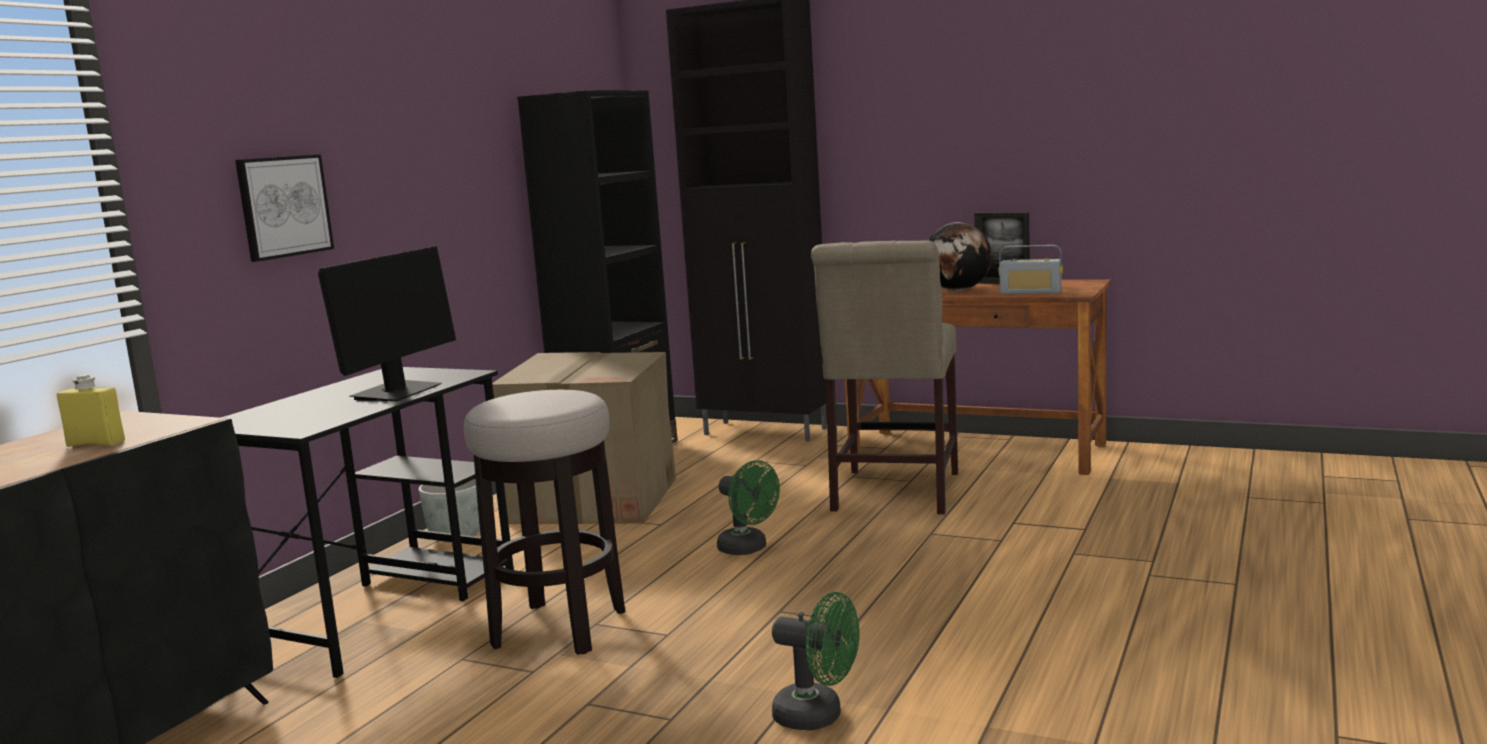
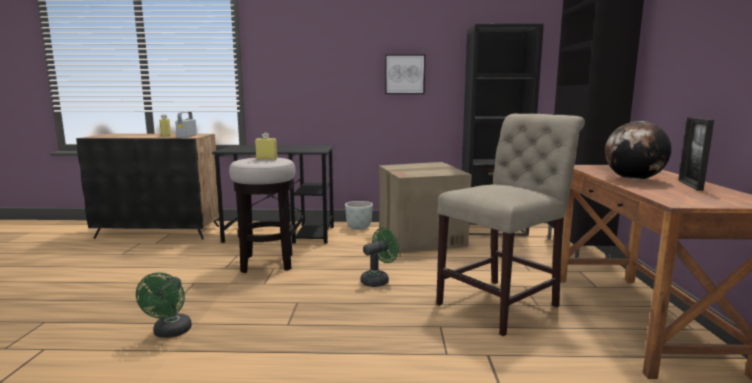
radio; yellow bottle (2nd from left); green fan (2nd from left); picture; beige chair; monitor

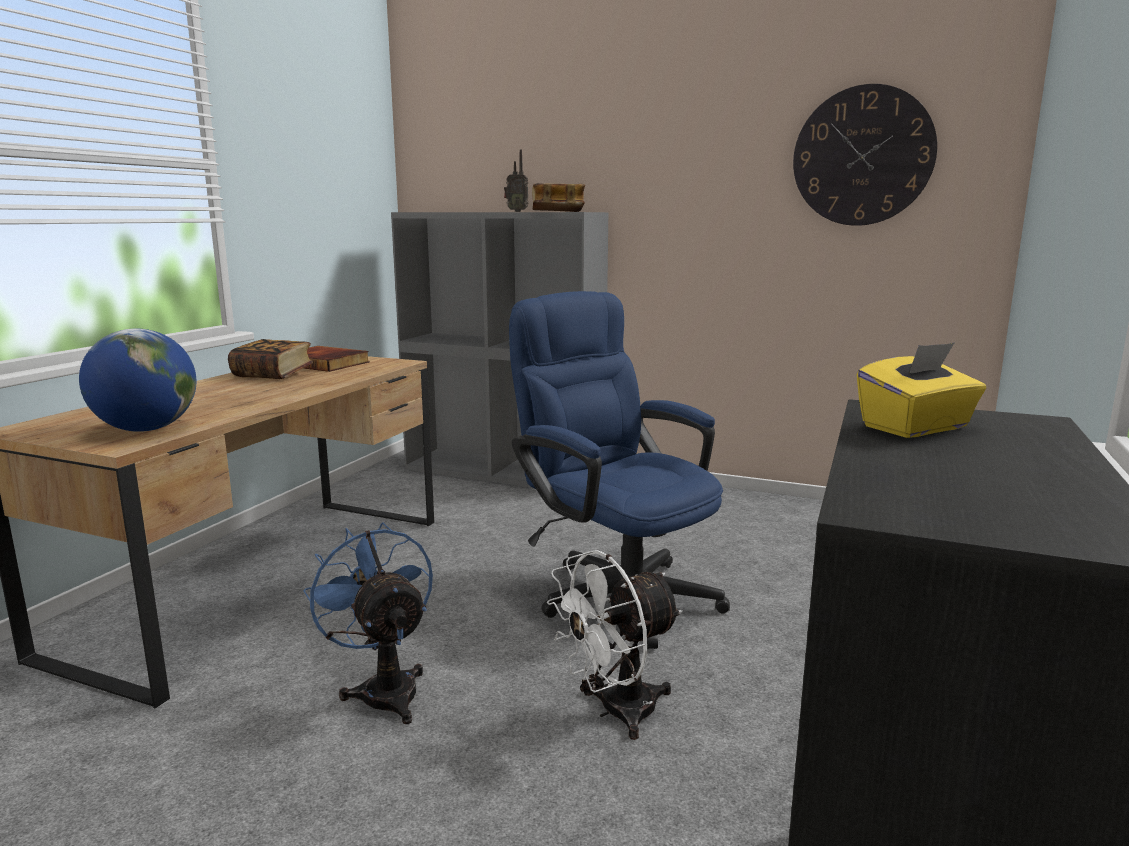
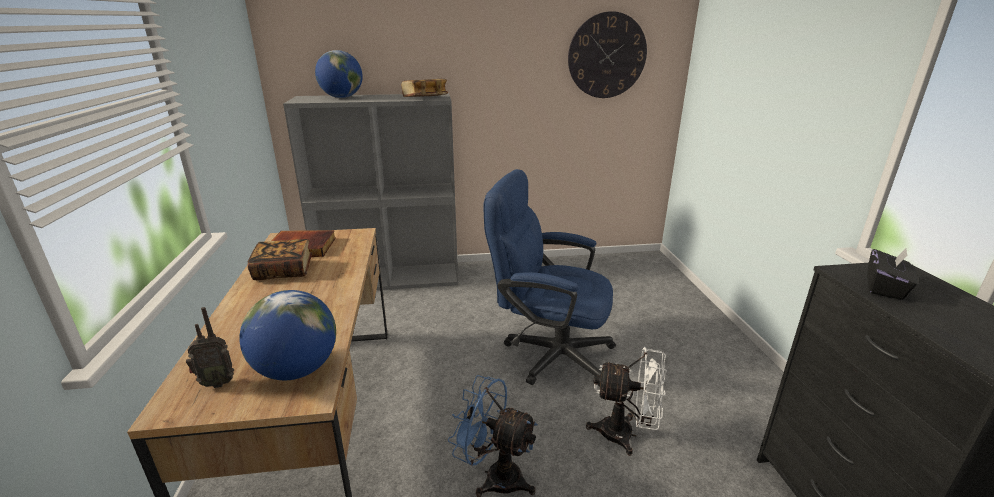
radio; globe (2nd from left); white fan; black tissue box

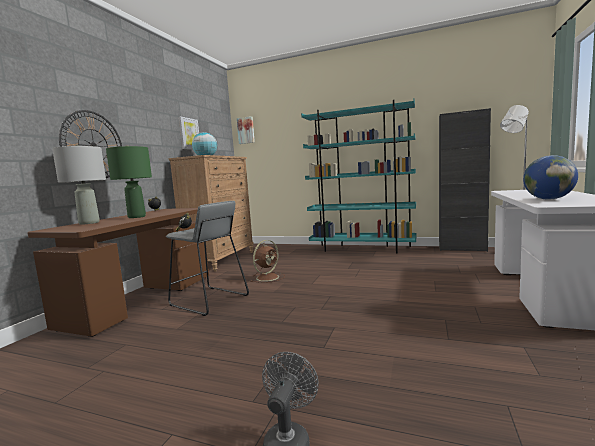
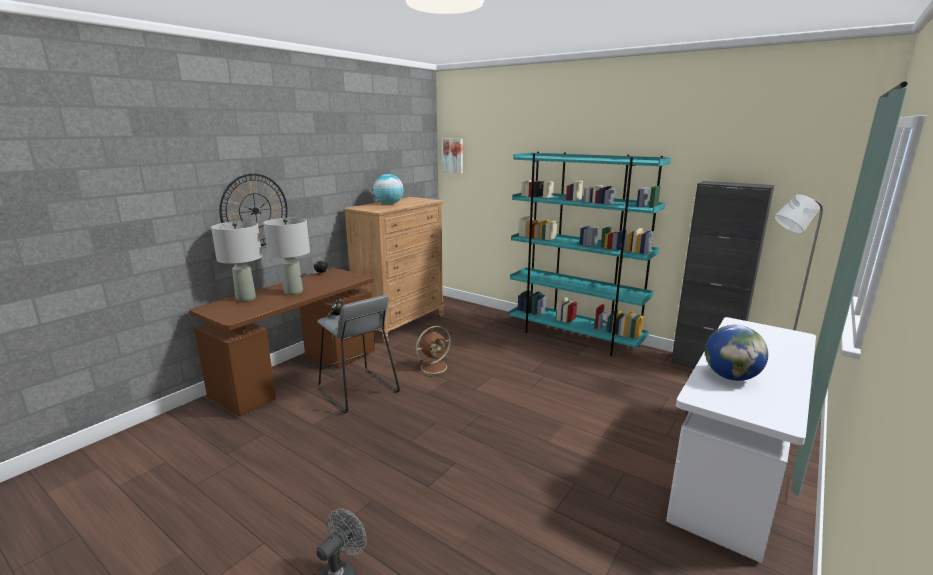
grey table lamp (2nd from left); picture (1st from left in the first image)

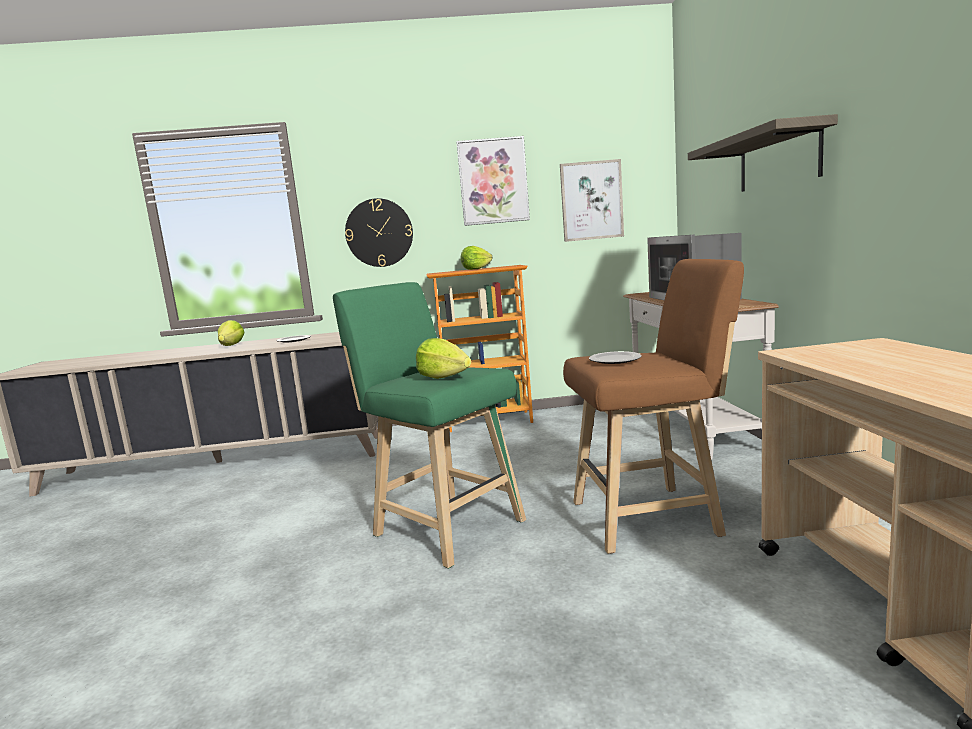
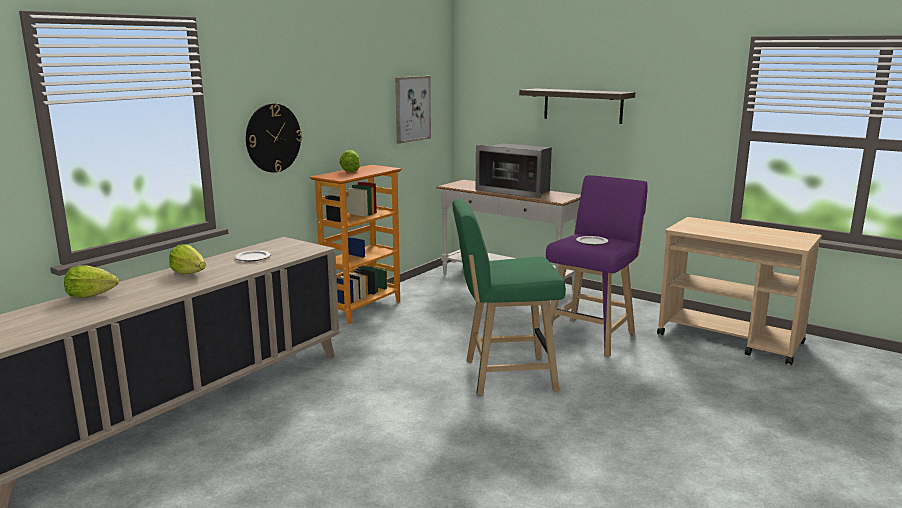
lettuce (1st from left); purple stool; picture (1st from left in the first image)

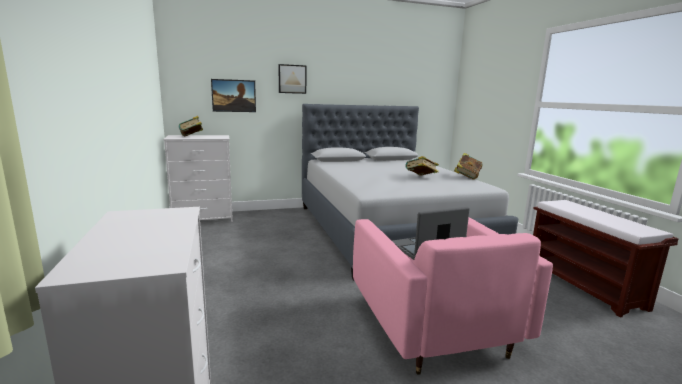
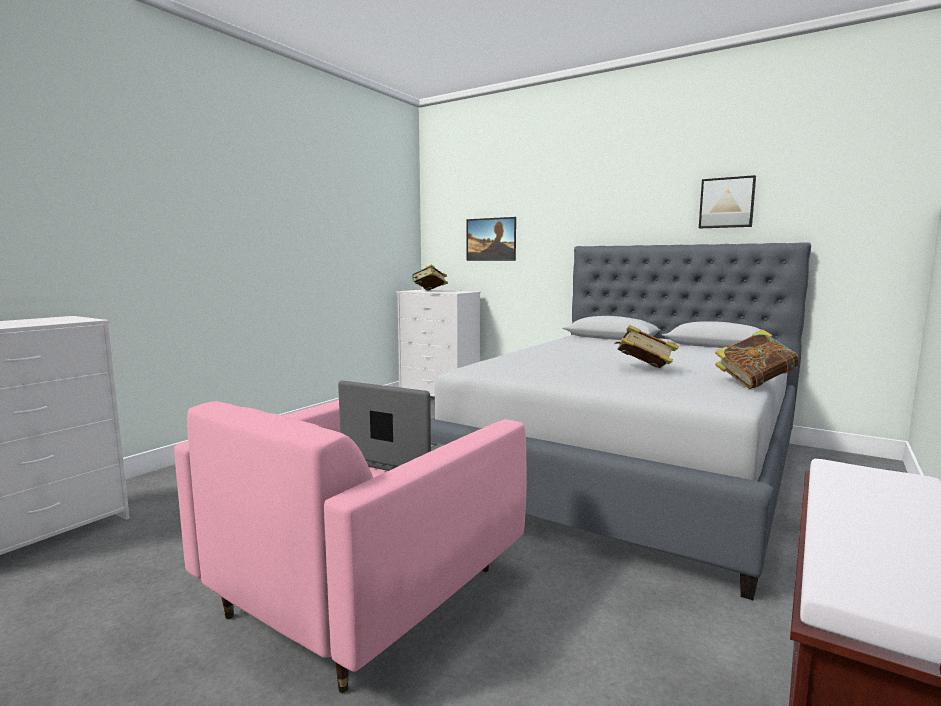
picture (2nd from left)

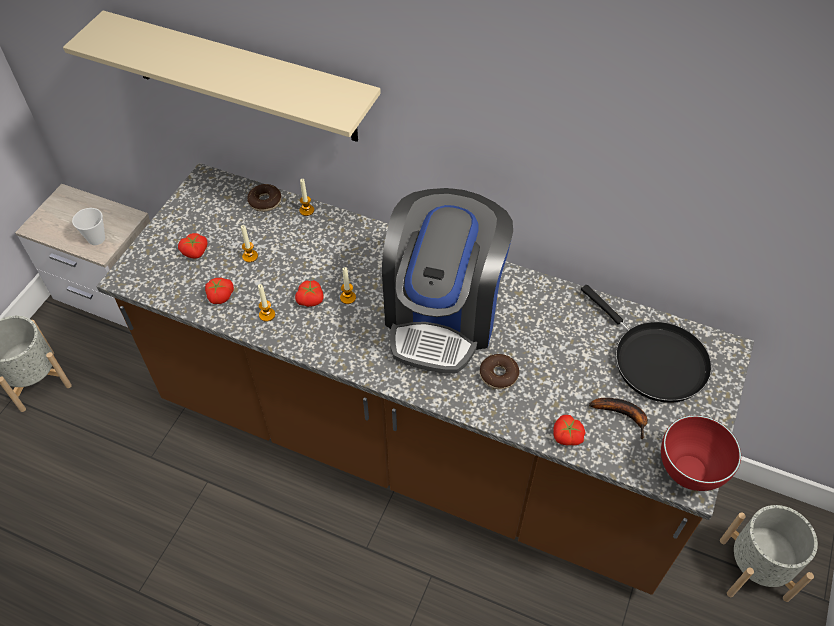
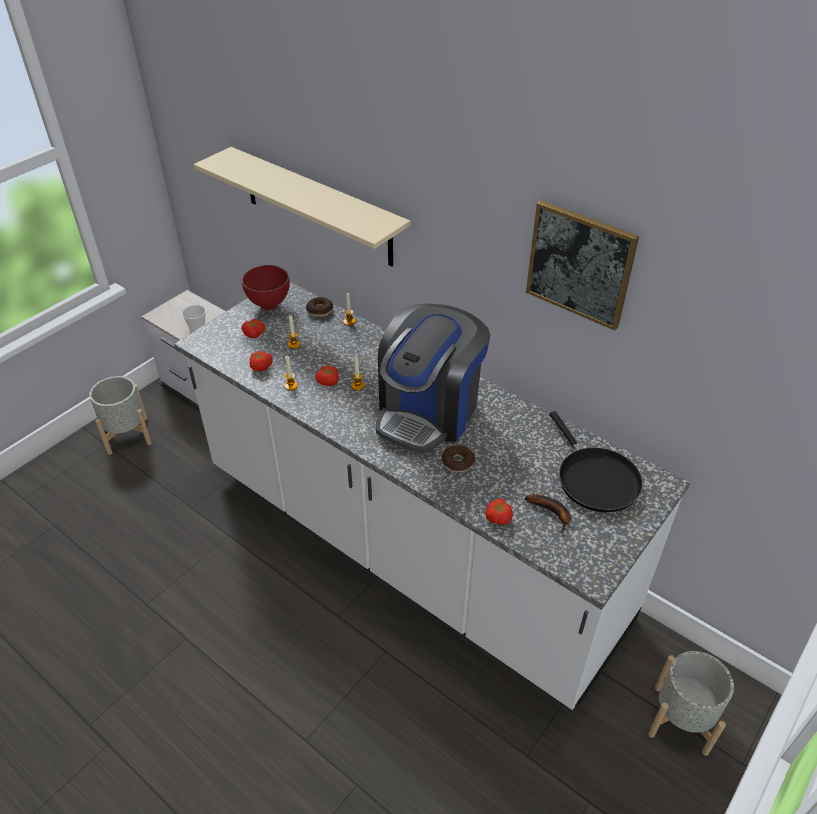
white counter; red bowl; picture

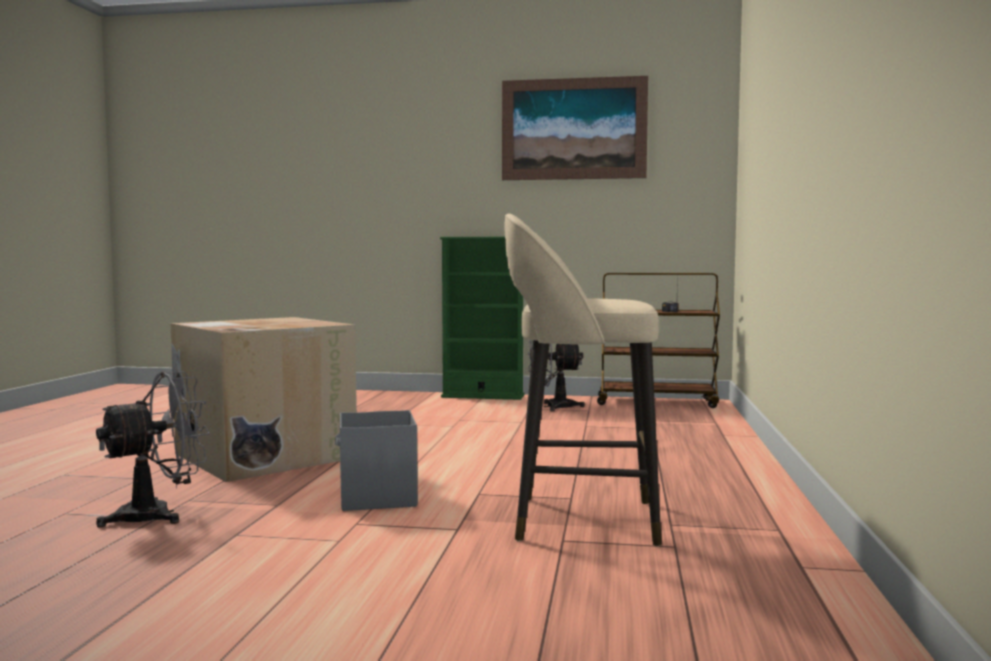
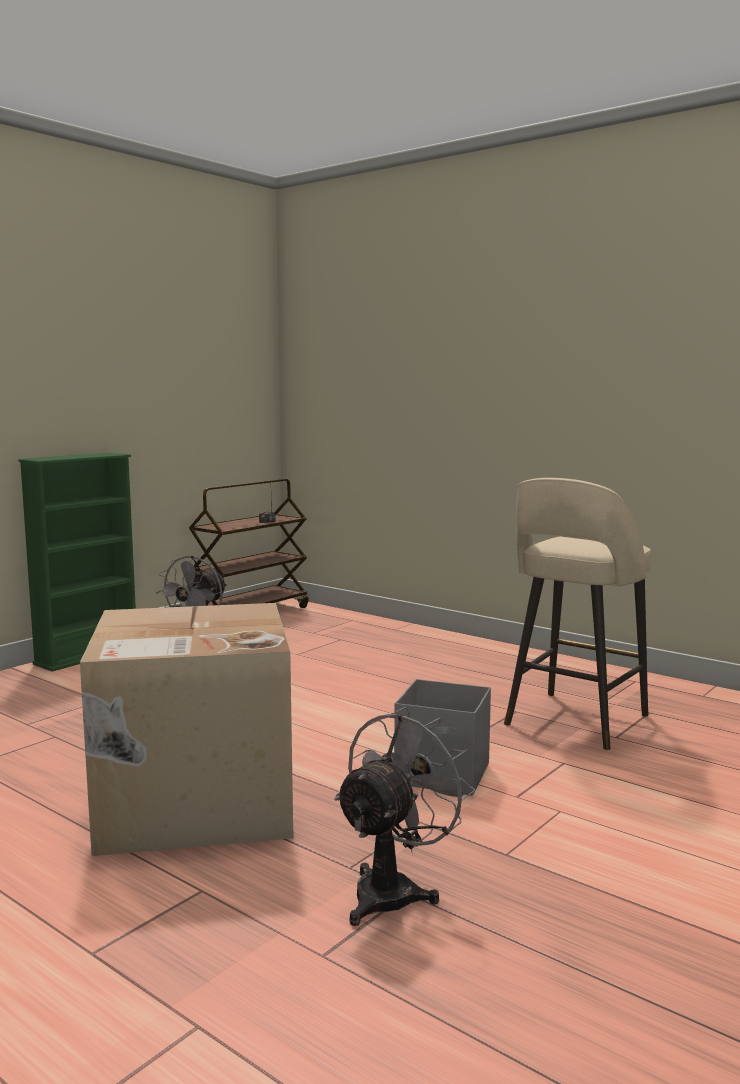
grey fan (2nd from left); picture

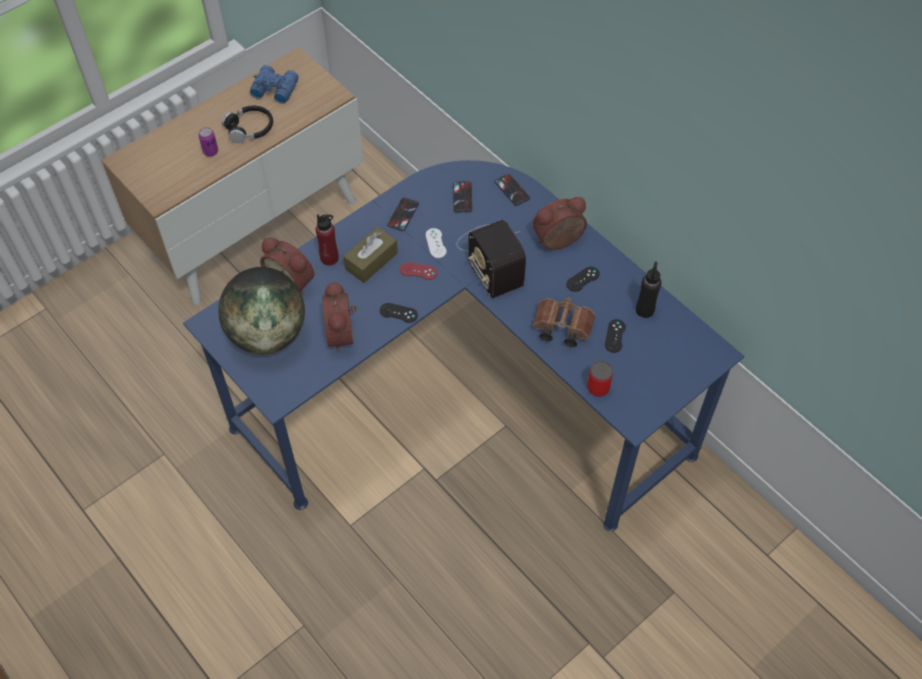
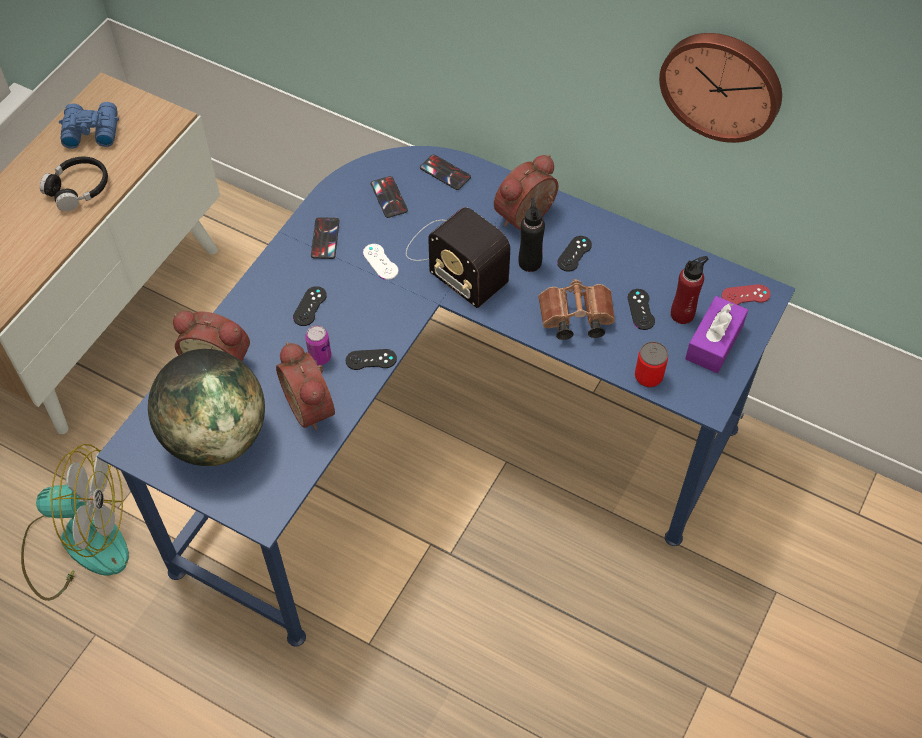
fan; black game controller (1st from left); can (1st from left); black bottle; wall clock; red bottle; purple tissue box; red game controller

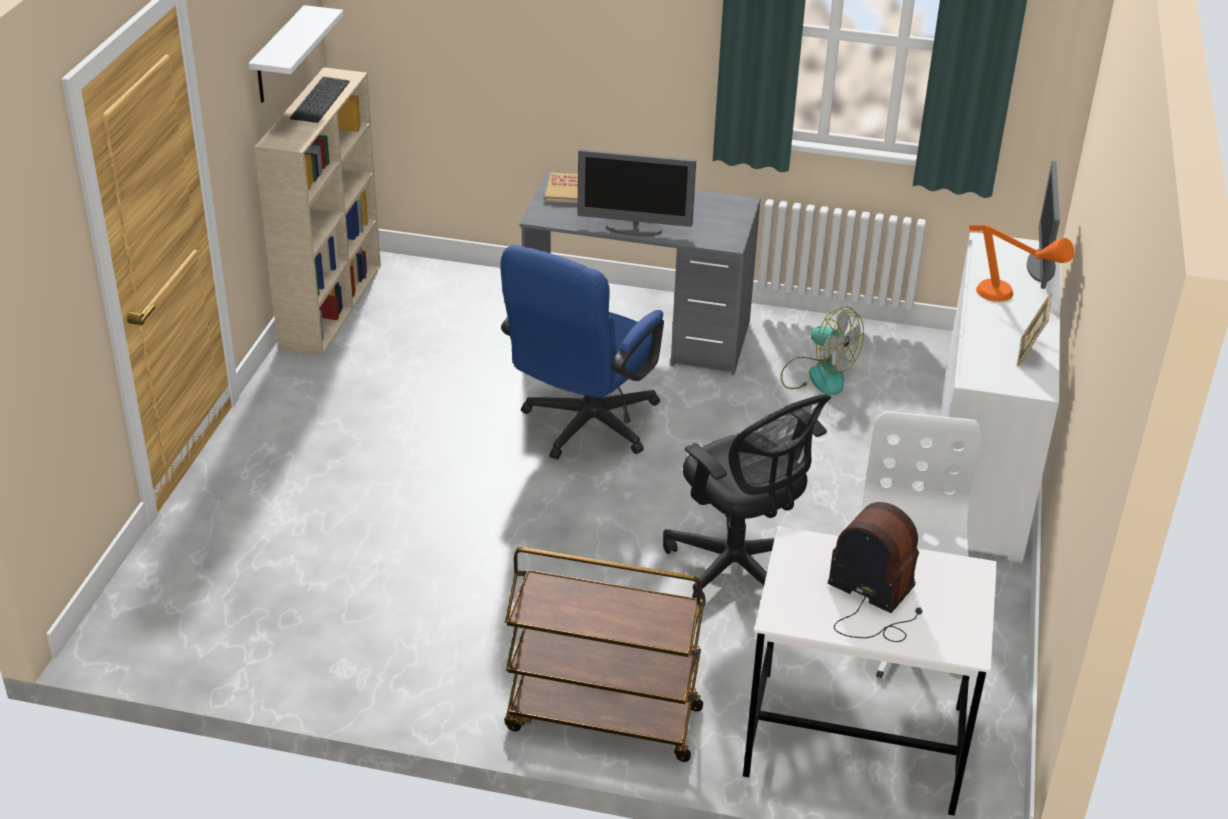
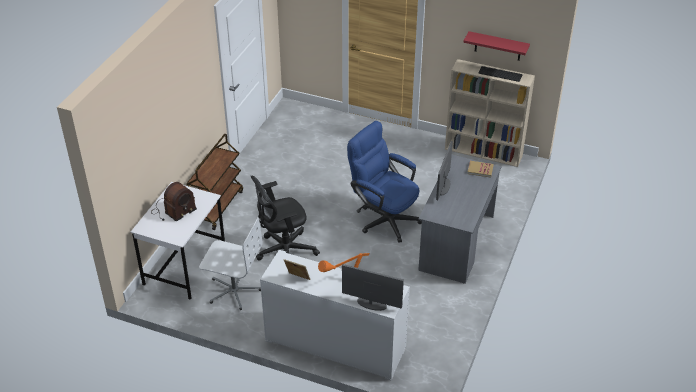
red shelf; fan

